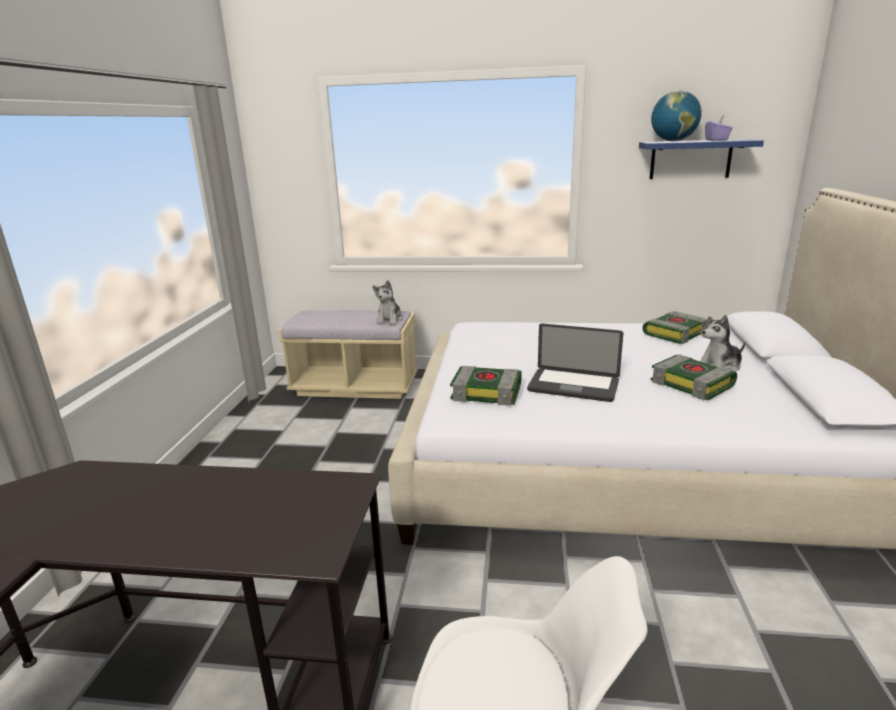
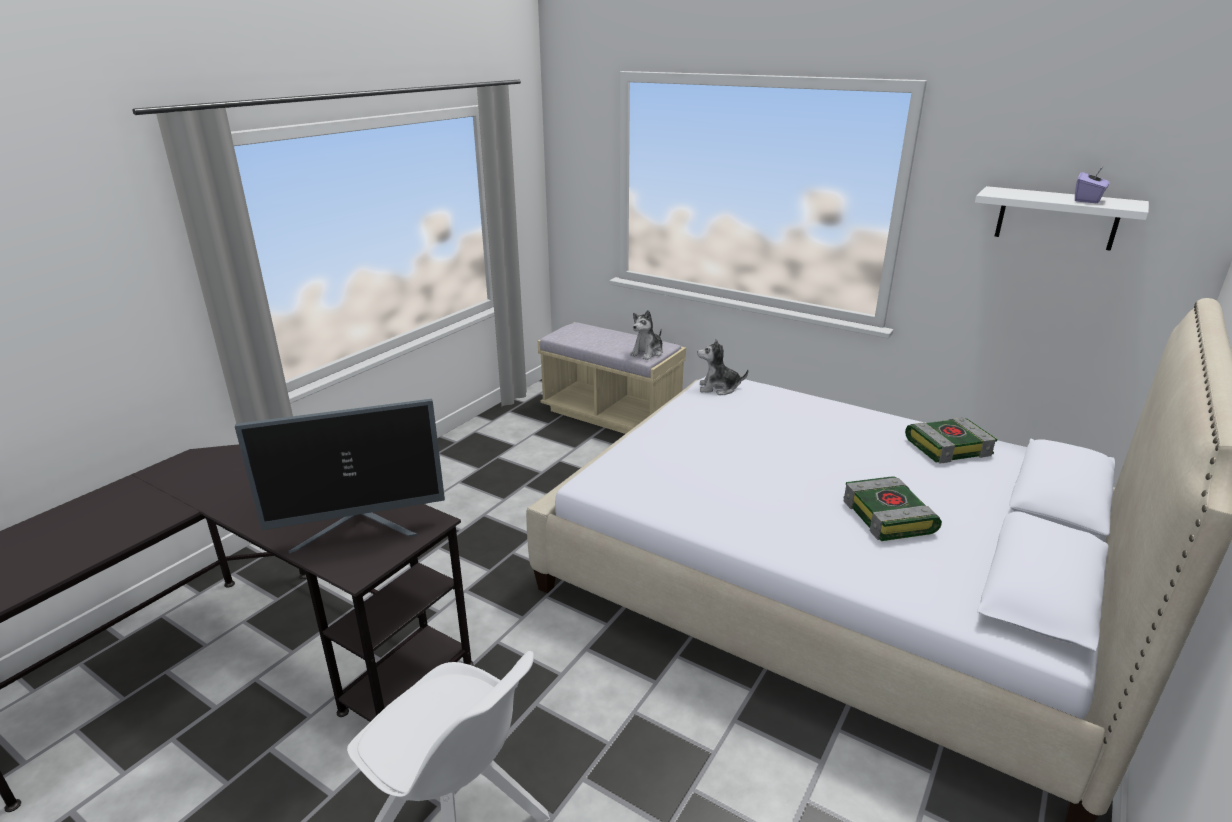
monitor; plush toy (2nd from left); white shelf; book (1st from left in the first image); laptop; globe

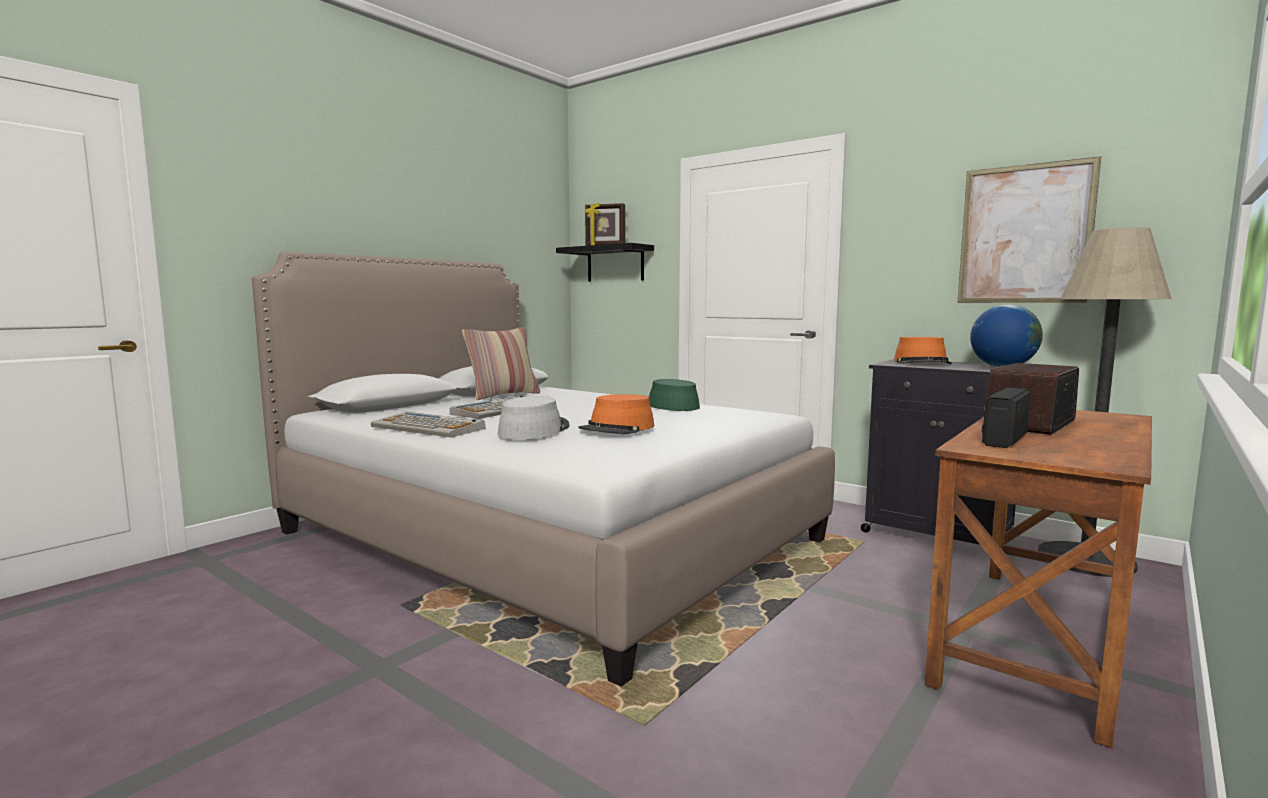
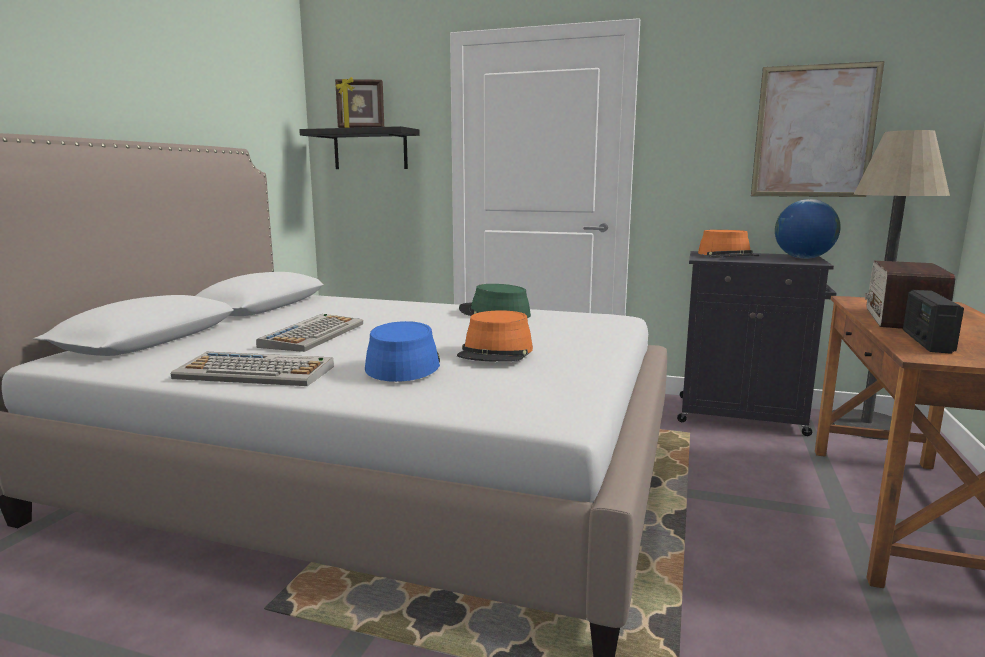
blue hat; pillow

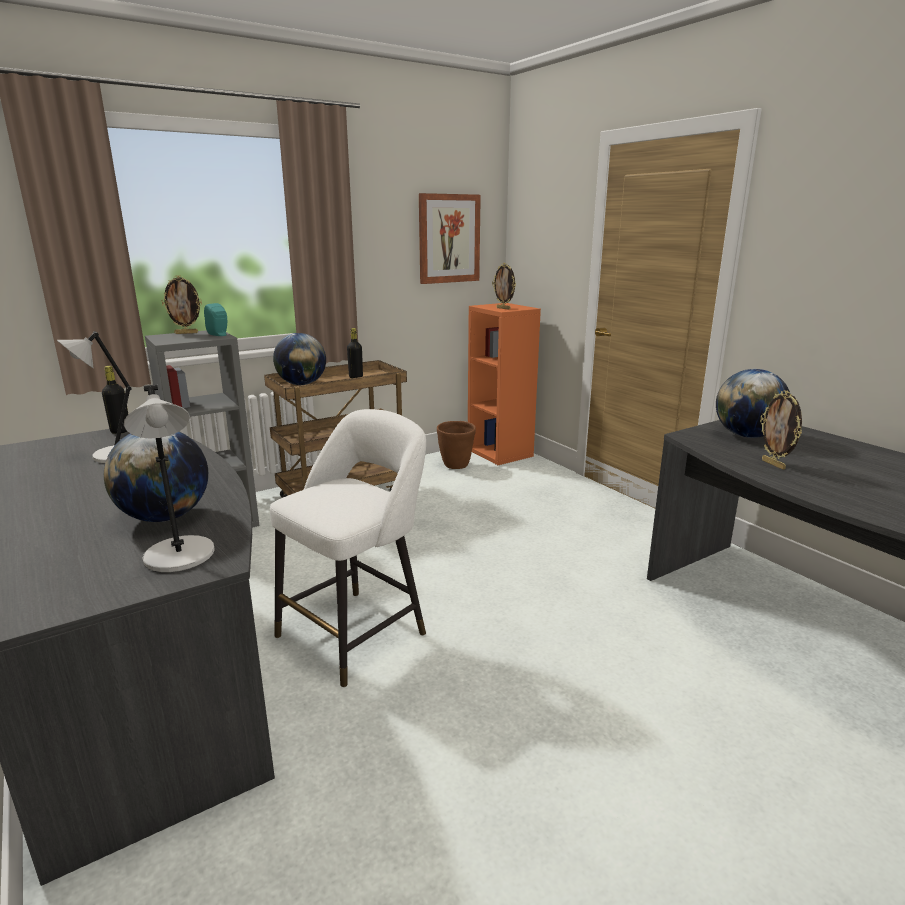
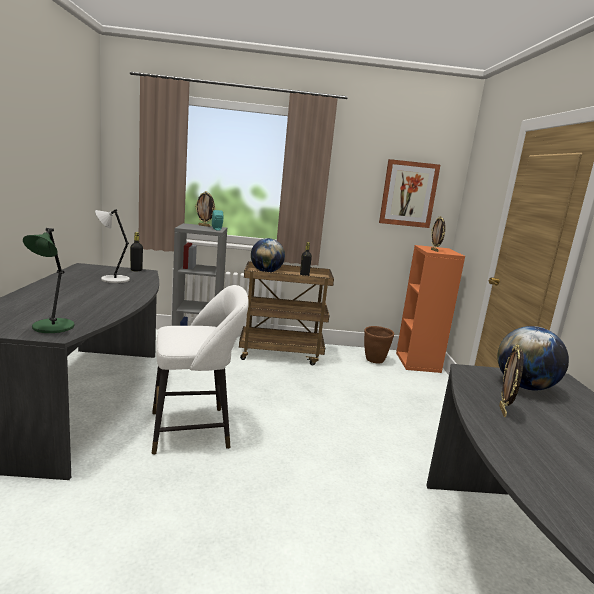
green table lamp; globe (1st from left in the first image)

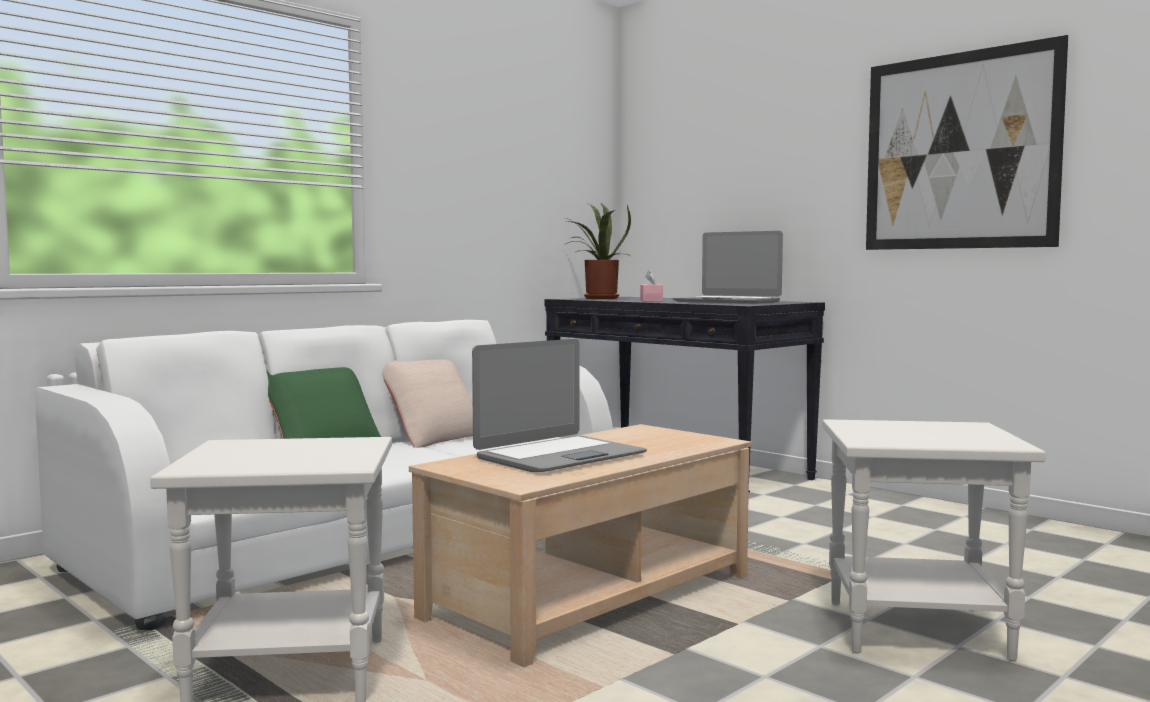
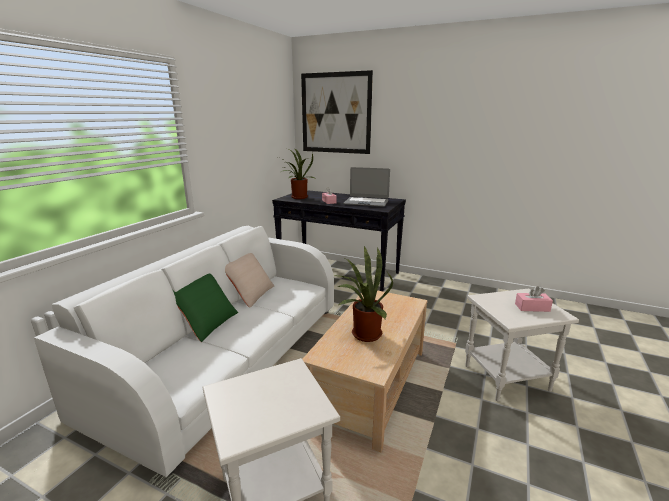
picture; potted plant (2nd from left); pink tissue box (2nd from left)

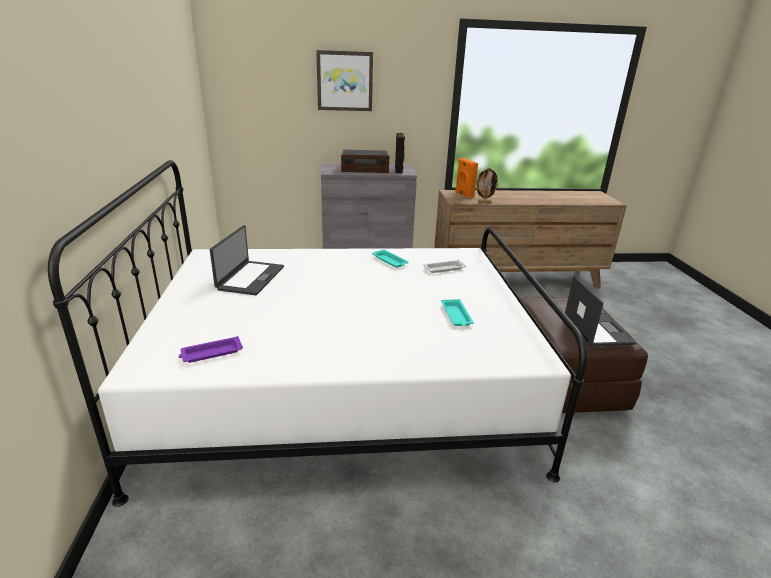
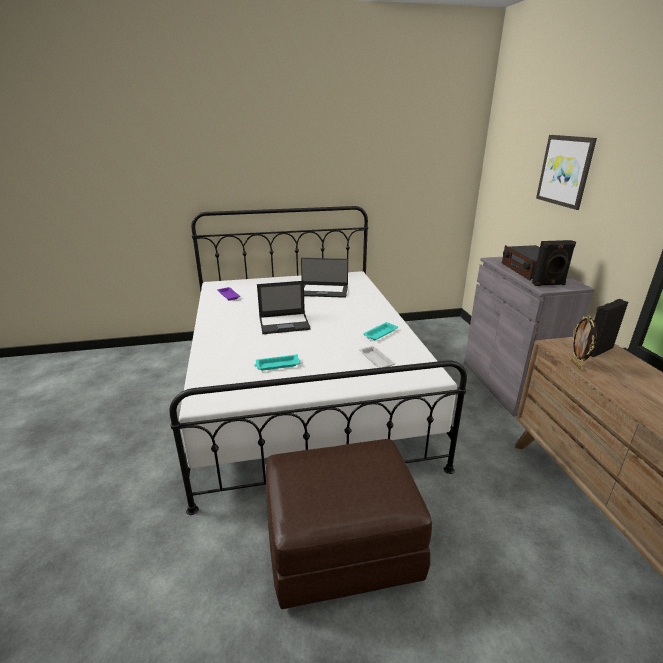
laptop (1st from left); black speaker (2nd from left)

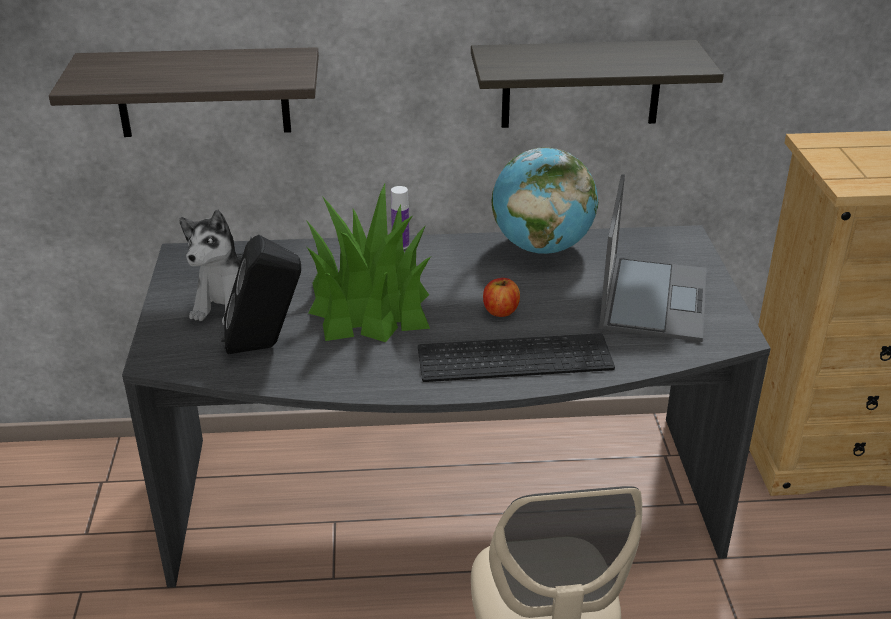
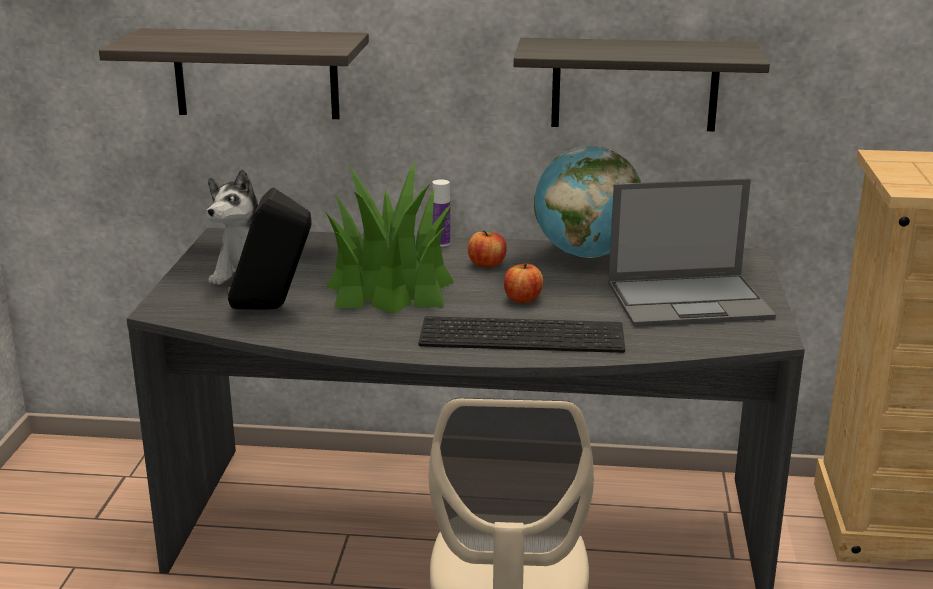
apple (1st from left); laptop

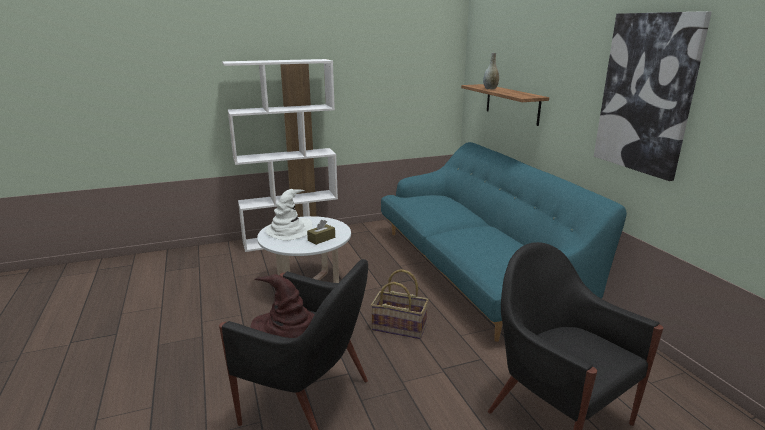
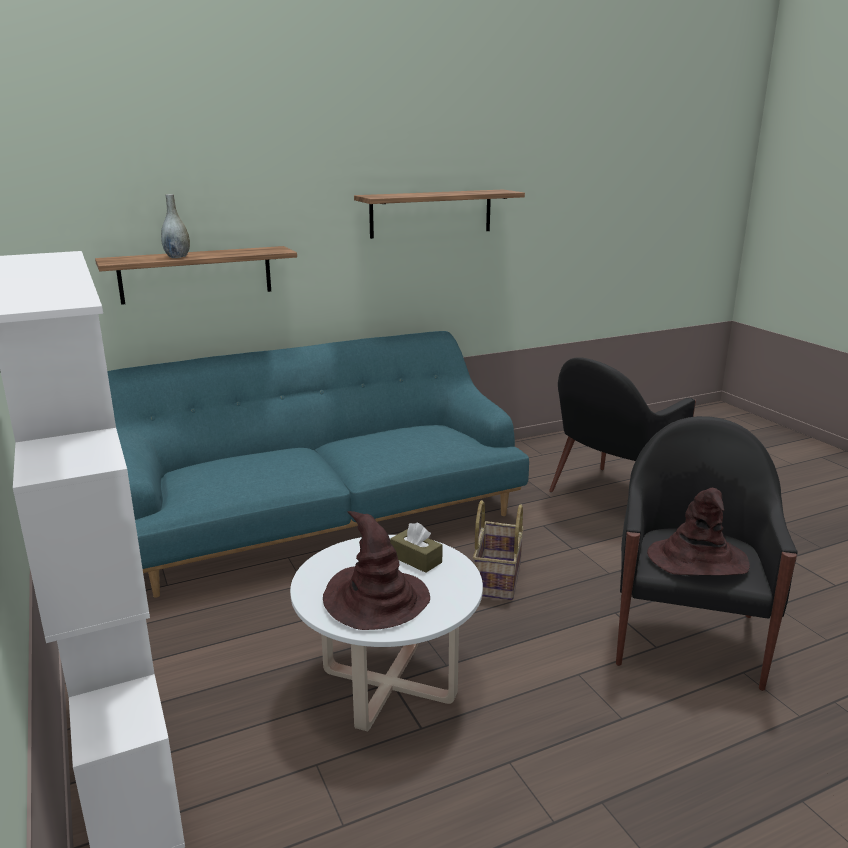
brown hat (1st from left); shelf (2nd from left)

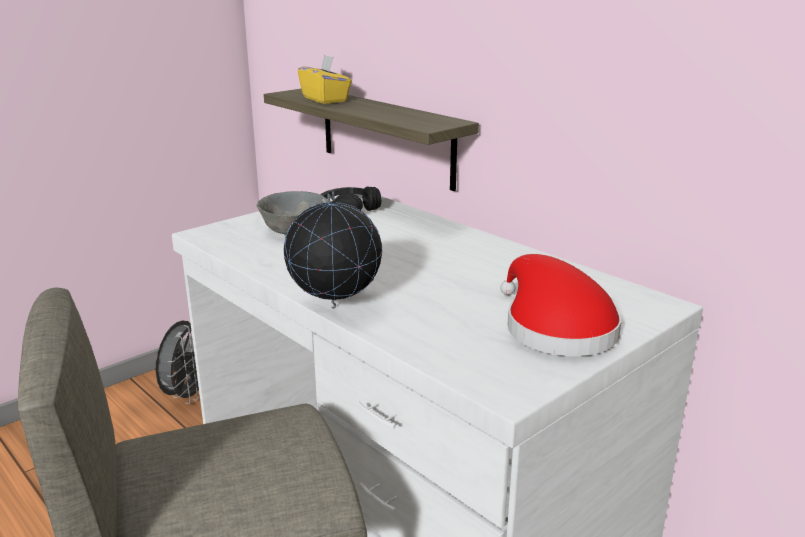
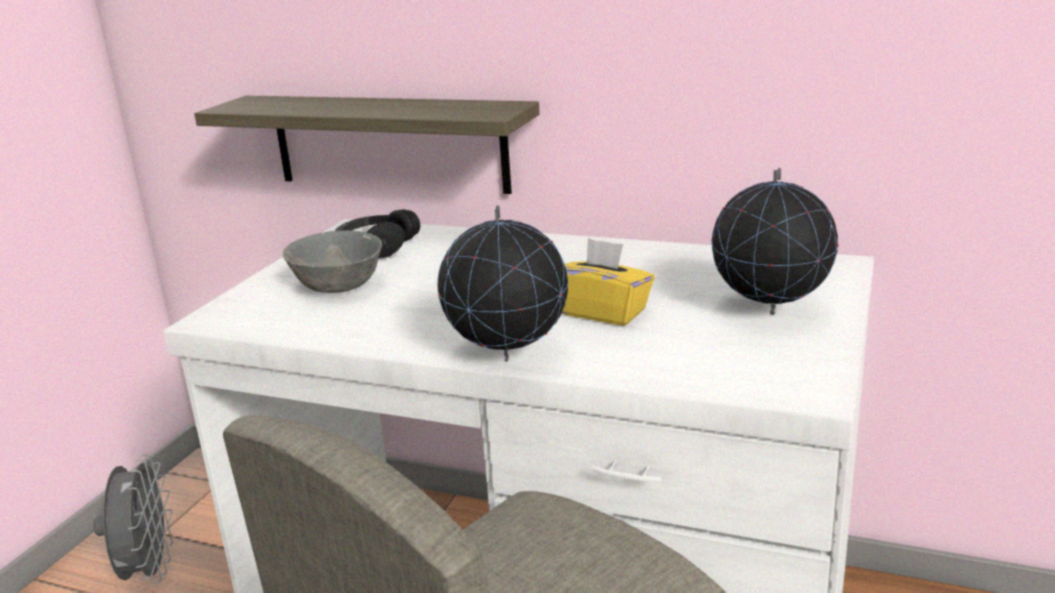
yellow tissue box; globe (2nd from left)

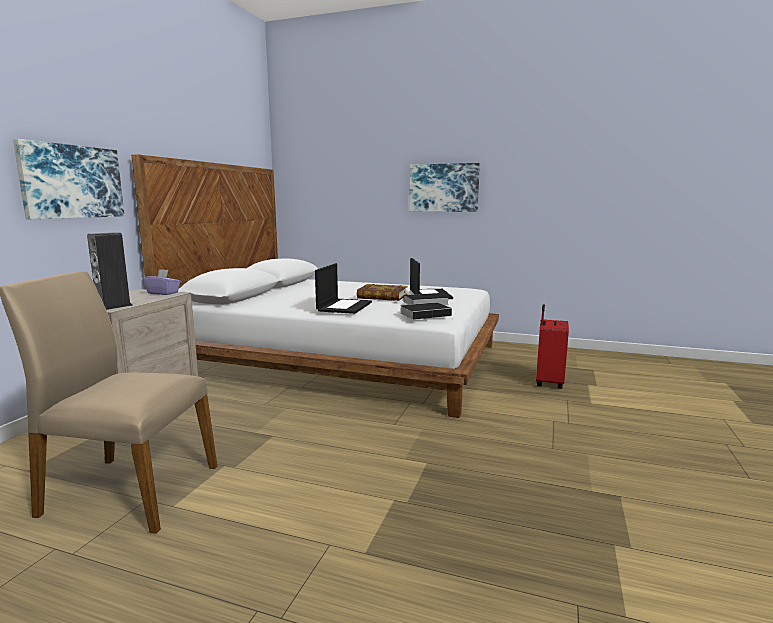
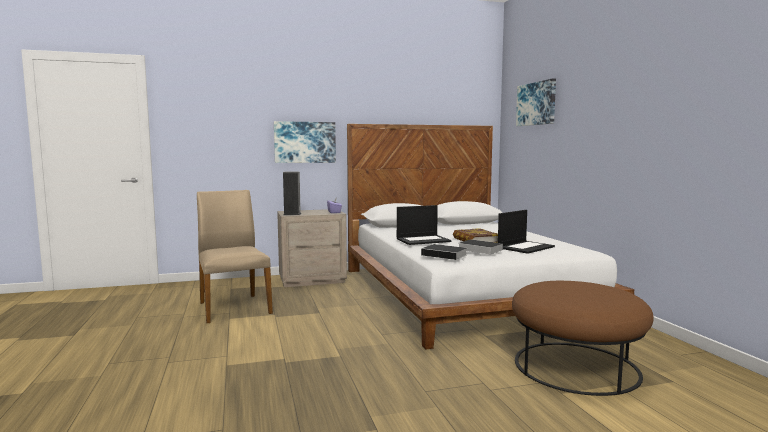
brown ottoman; picture (2nd from left)

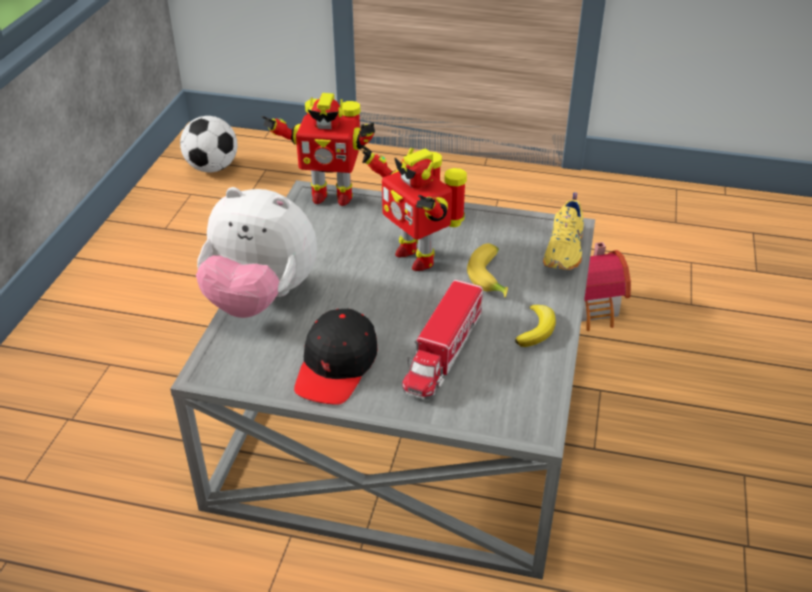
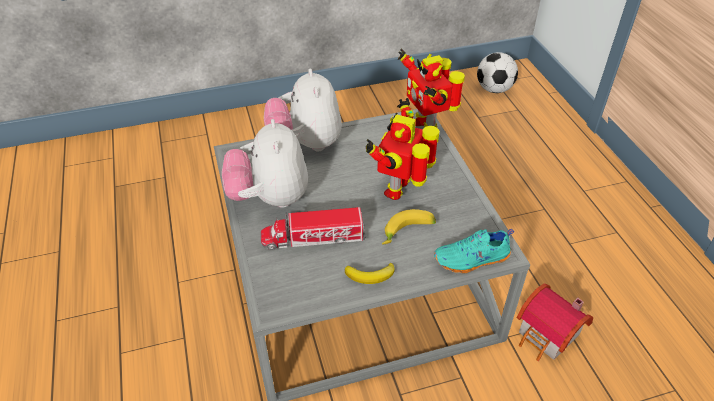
plush toy (1st from left); turquoise shoe

